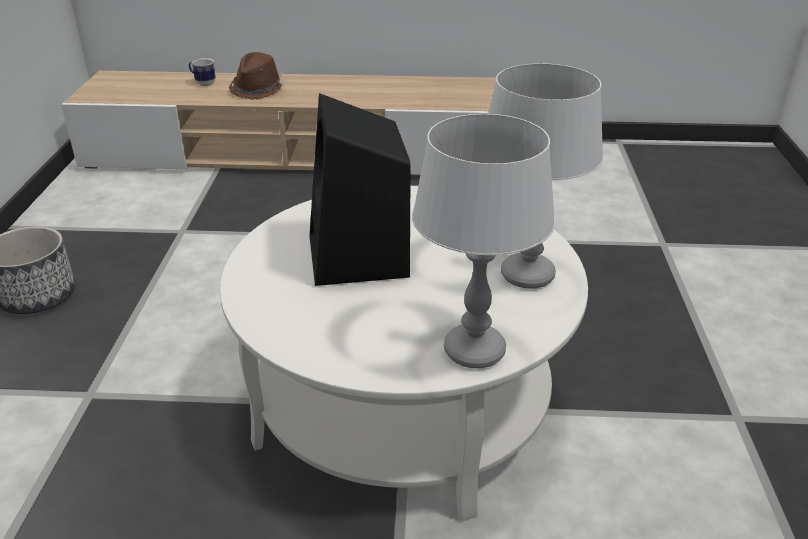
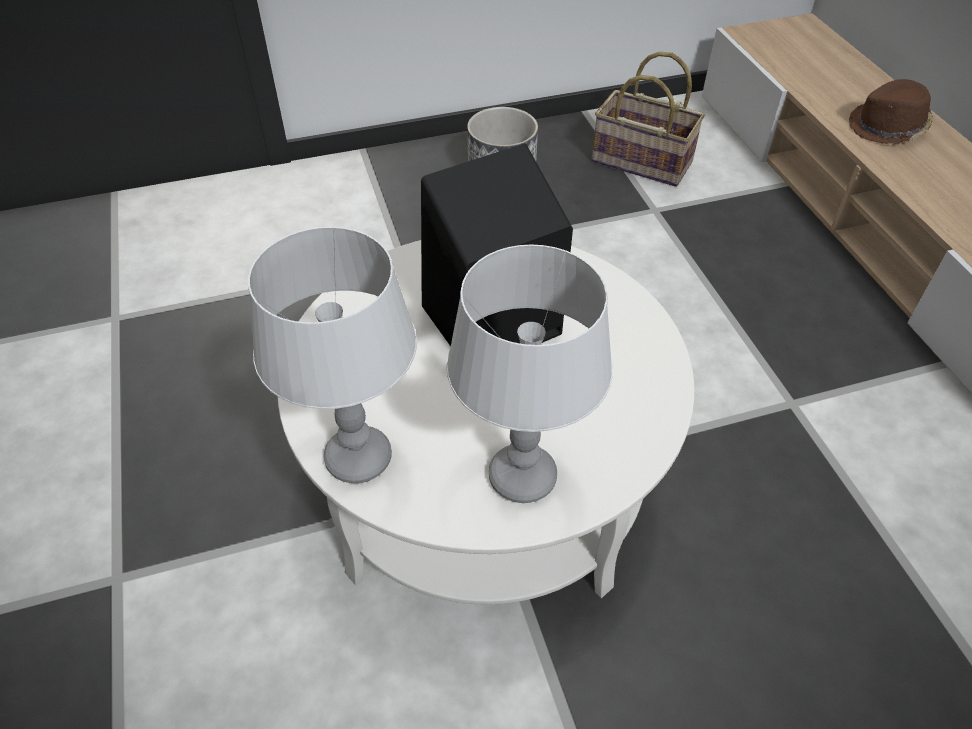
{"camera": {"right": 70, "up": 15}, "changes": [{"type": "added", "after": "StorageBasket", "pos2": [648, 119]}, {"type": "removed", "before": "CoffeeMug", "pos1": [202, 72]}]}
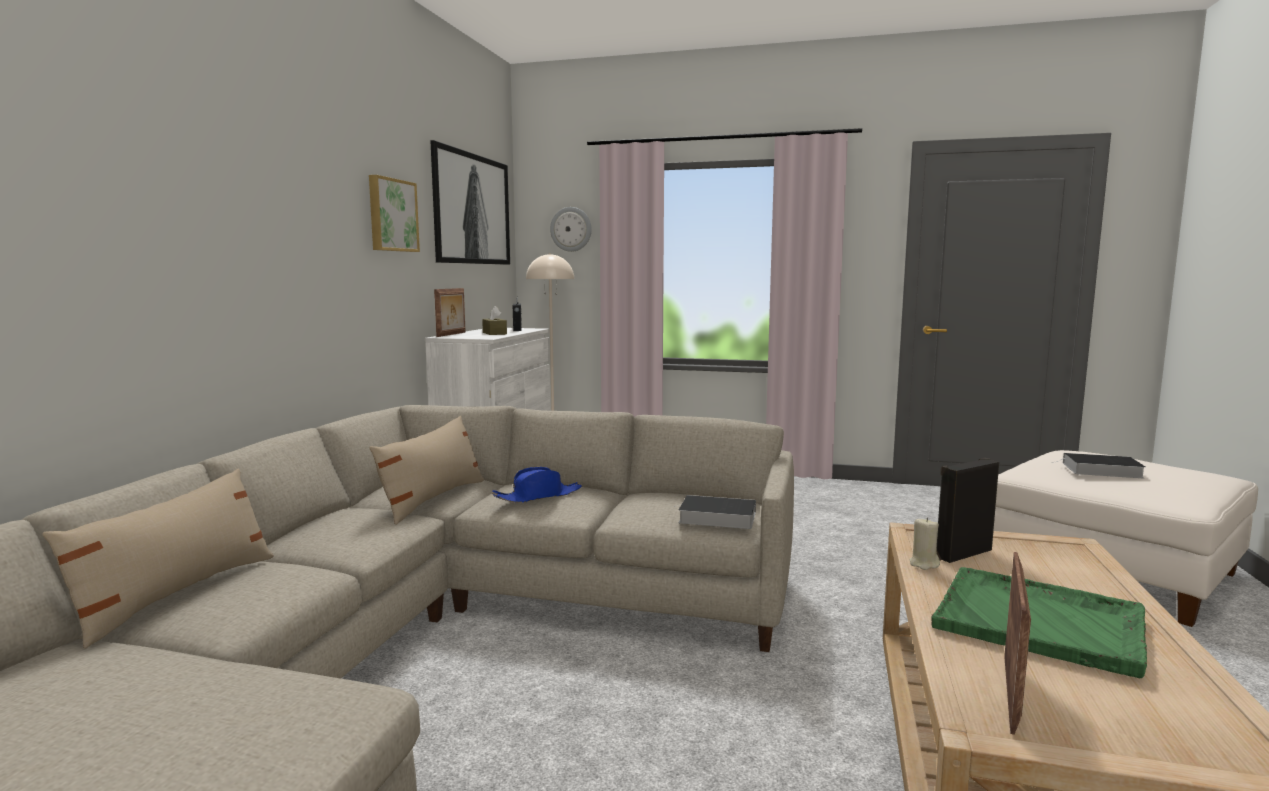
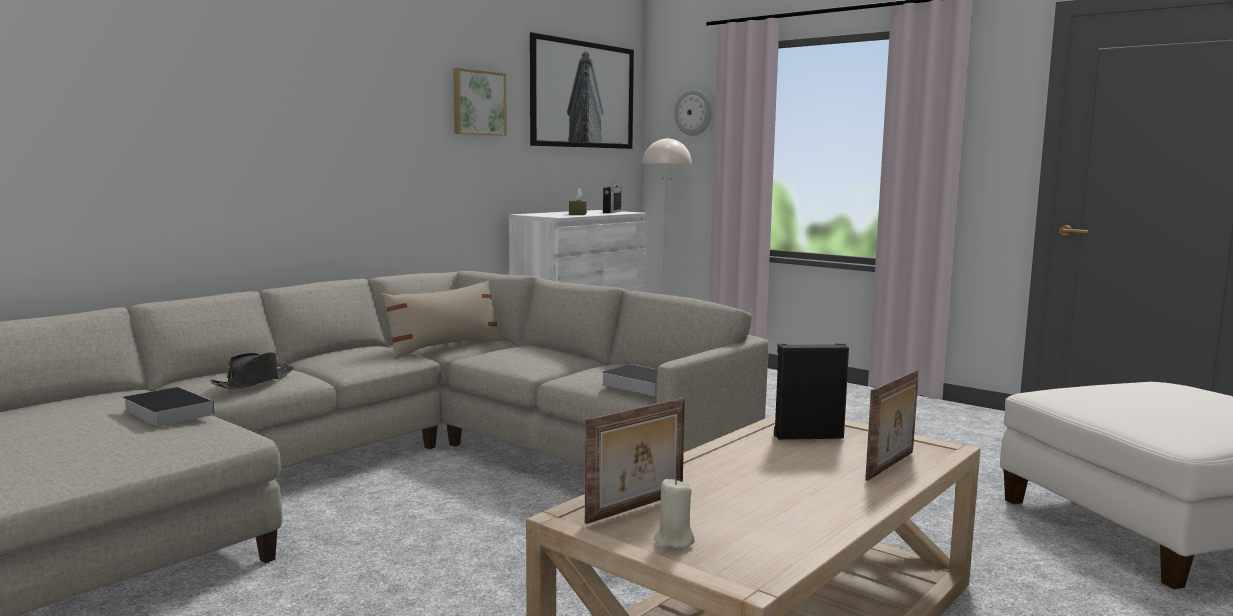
{"camera": {"right": 25, "up": 0}, "changes": [{"type": "moved", "before": "BoundBook", "pos1": [1098, 466], "pos2": [168, 407]}, {"type": "added", "after": "BlackColouredHat", "pos2": [252, 370]}, {"type": "moved", "before": "BeigeColouredCandle", "pos1": [924, 544], "pos2": [674, 513]}, {"type": "moved", "before": "PictureFrame", "pos1": [450, 312], "pos2": [891, 425]}, {"type": "removed", "before": "BeigeColouredCushion", "pos1": [158, 558]}, {"type": "removed", "before": "BlueColouredHat", "pos1": [537, 485]}, {"type": "removed", "before": "GreenishCarryingTray", "pos1": [1039, 623]}]}
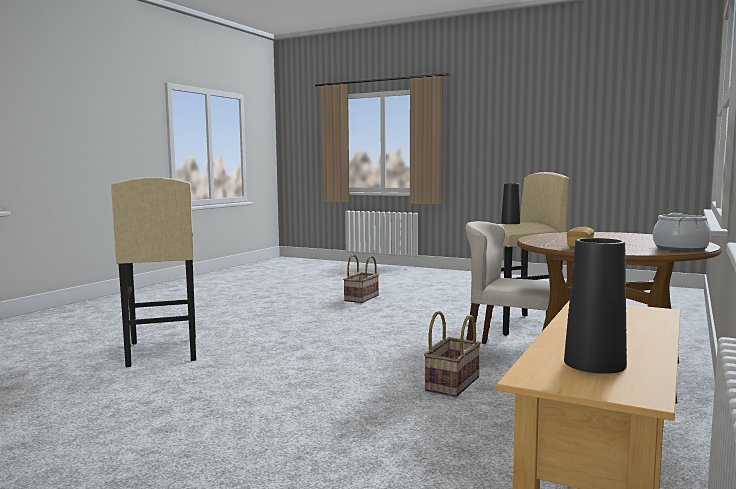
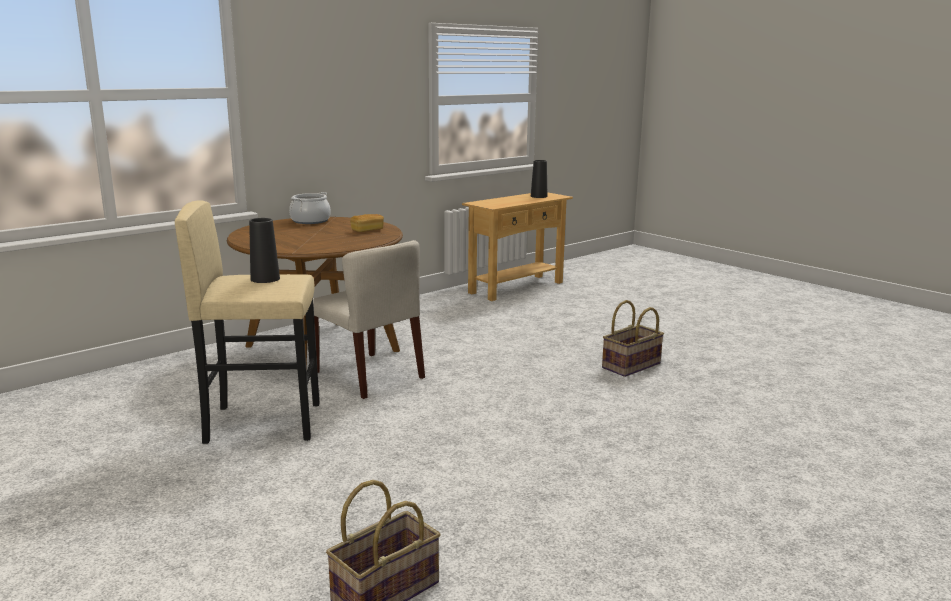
{"camera": {"right": -160, "up": 10}, "changes": [{"type": "moved", "before": "StorageBasket", "pos1": [452, 354], "pos2": [633, 338]}, {"type": "removed", "before": "BeigeColouredSittingStool", "pos1": [153, 272]}]}
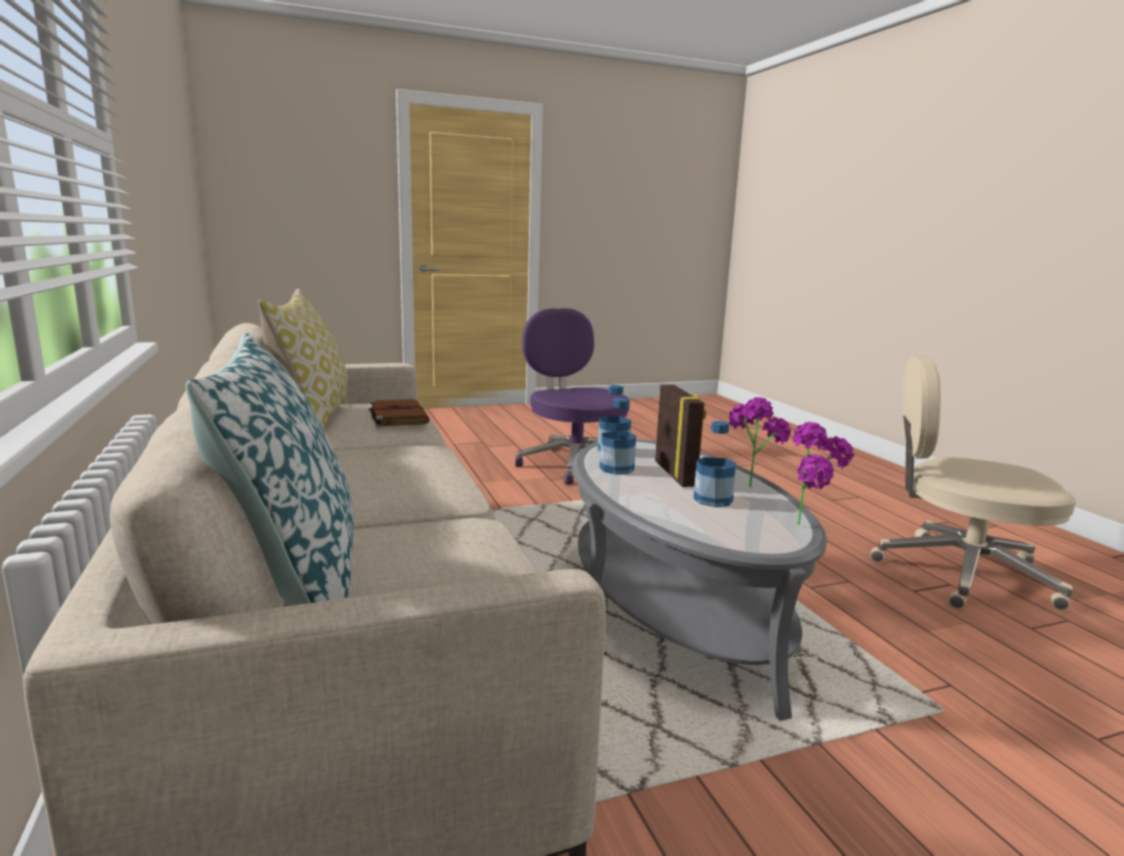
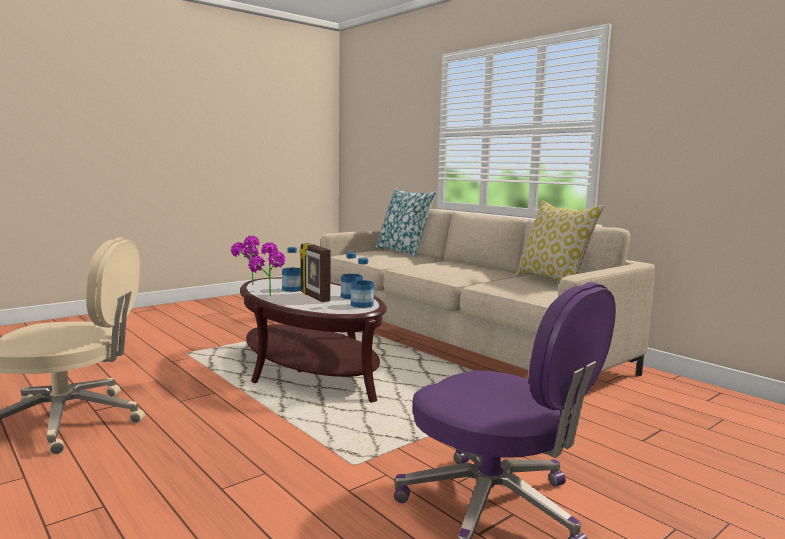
{"camera": {"right": 160, "up": -5}, "changes": [{"type": "recoloured", "before": "GreyishLoungeTable", "after": "BrownishLoungeTable", "pos1": [700, 580], "pos2": [313, 340]}, {"type": "removed", "before": "BrownishBoundBook", "pos1": [399, 413]}]}
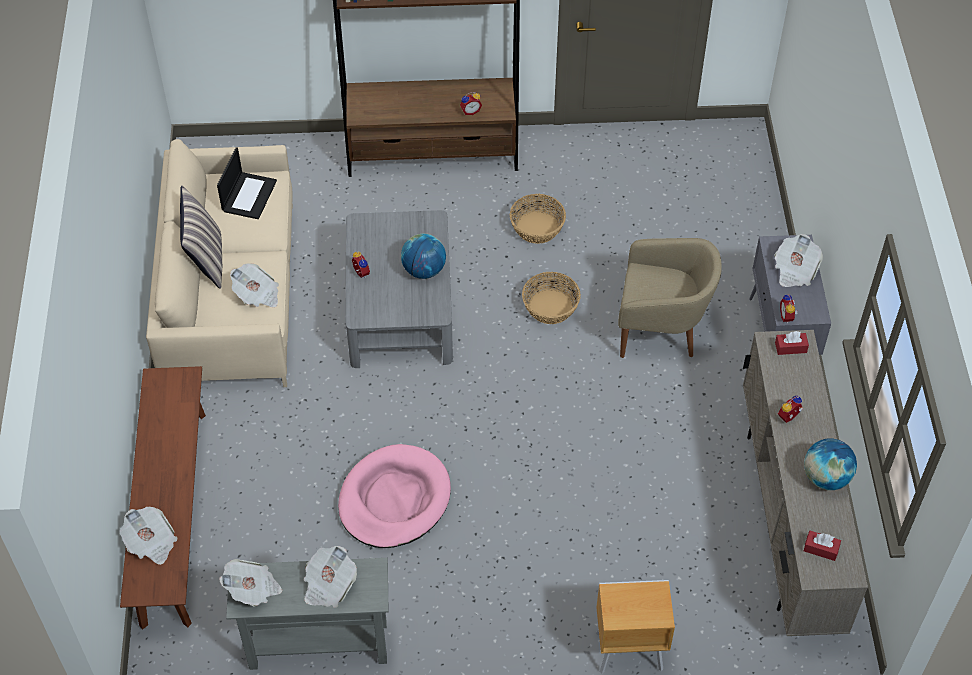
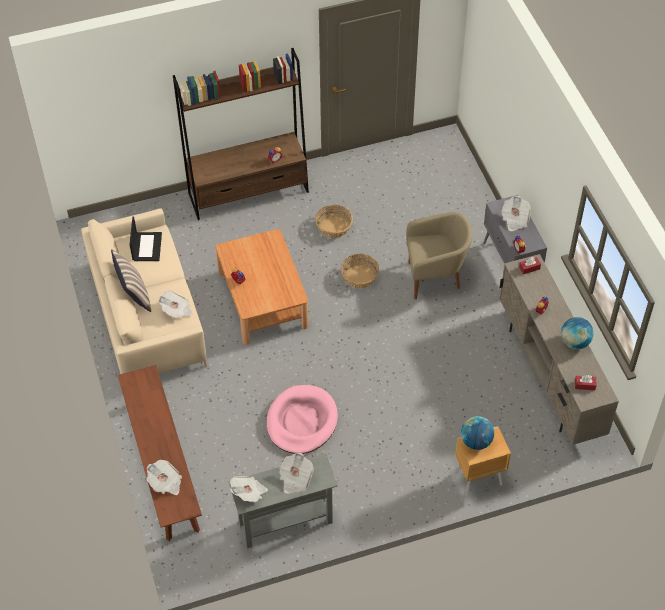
{"camera": {"right": -15, "up": 0}, "changes": [{"type": "recoloured", "before": "GreyishLoungeTable", "after": "BrownishLoungeTable", "pos1": [399, 289], "pos2": [262, 287]}, {"type": "moved", "before": "DeskGlobe", "pos1": [423, 256], "pos2": [477, 433]}]}
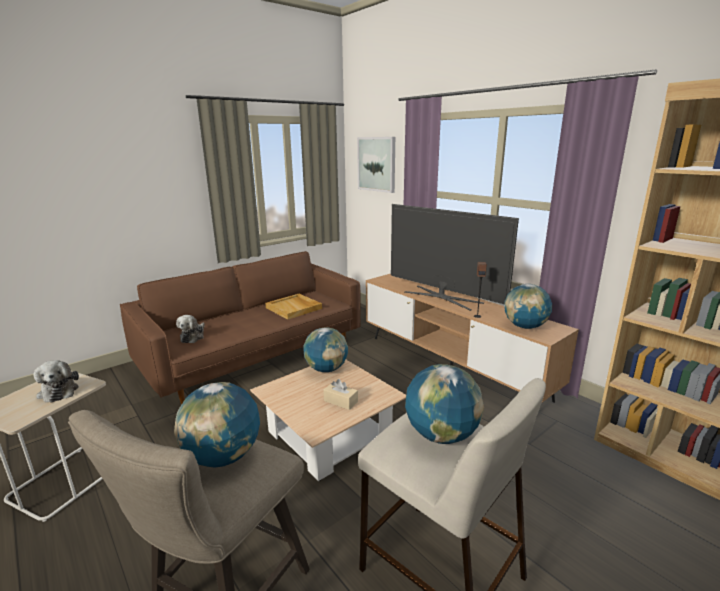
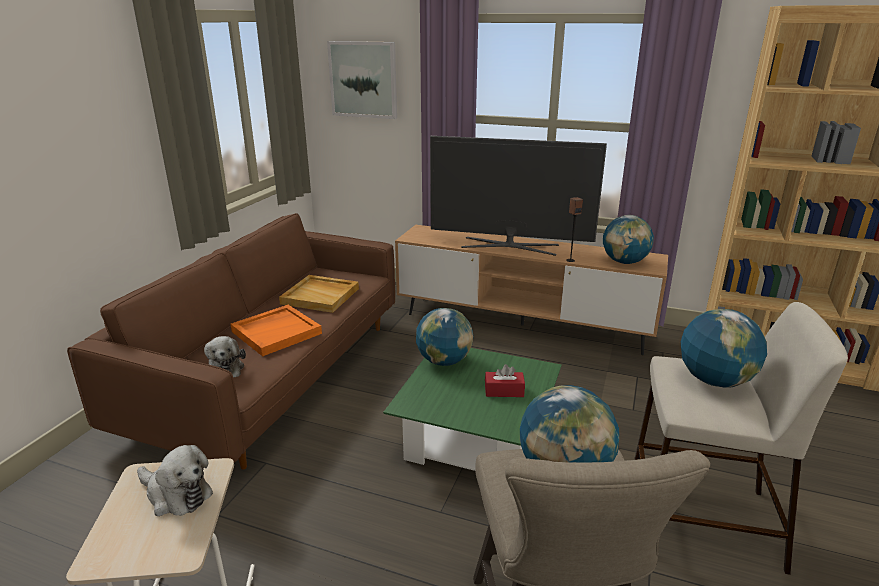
{"camera": {"right": -30, "up": 5}, "changes": [{"type": "added", "after": "OrangeyCarryingTray", "pos2": [276, 330]}, {"type": "recoloured", "before": "BeigeColouredLoungeTable", "after": "GreenishLoungeTable", "pos1": [328, 420], "pos2": [472, 409]}, {"type": "recoloured", "before": "BeigeColouredBoxOfTissues", "after": "ReddishBoxOfTissues", "pos1": [341, 394], "pos2": [505, 380]}]}
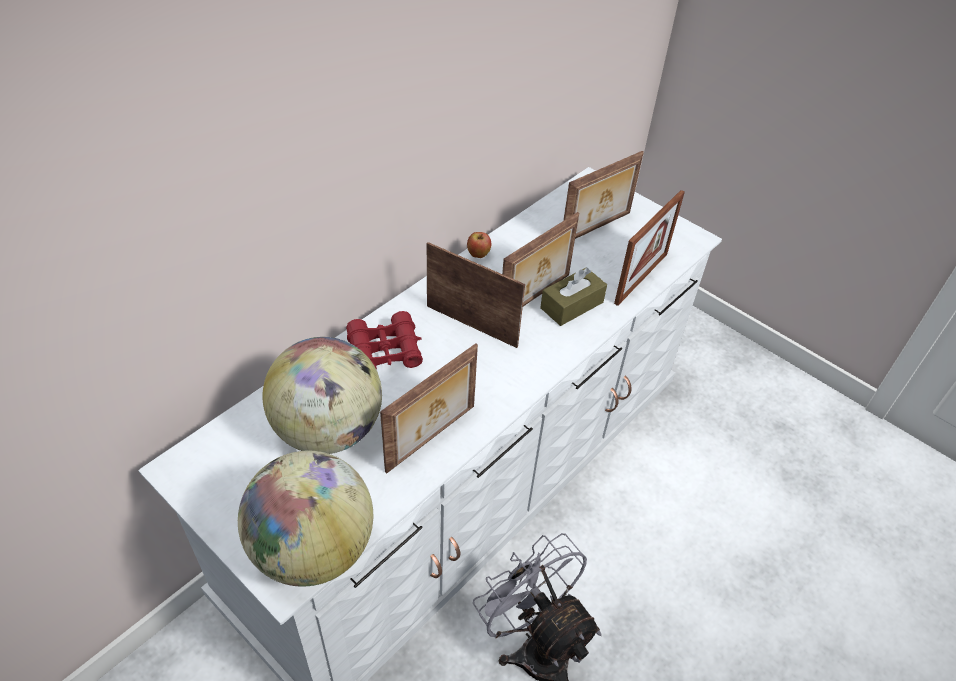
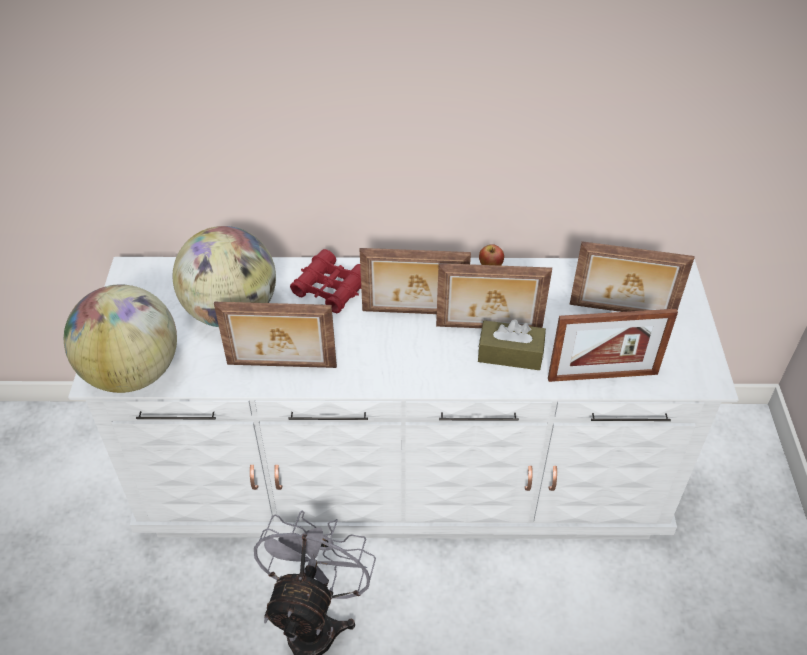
{"camera": {"right": 50, "up": 0}, "changes": [{"type": "turned", "before": "PictureFrame", "pos1": [476, 295], "pos2": [415, 281], "turn": 105}]}
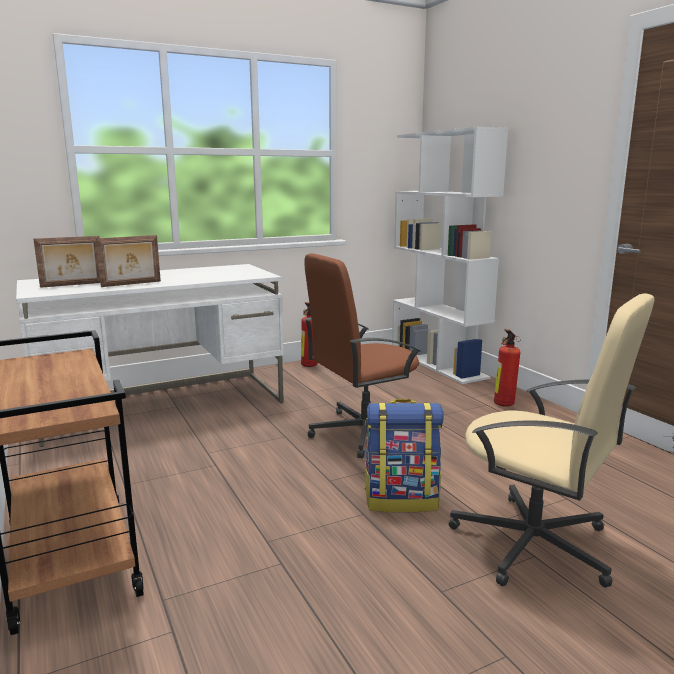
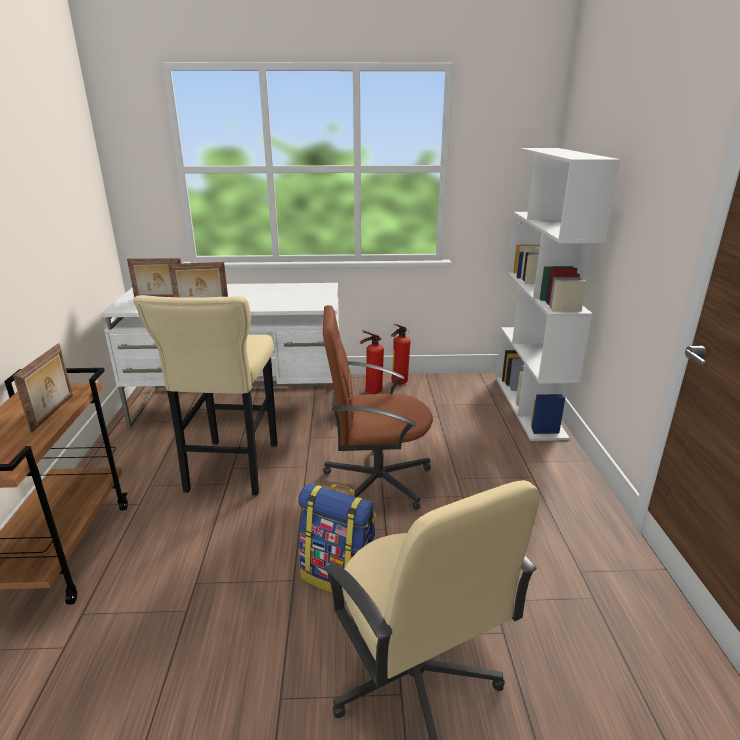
{"camera": {"right": 25, "up": 10}, "changes": [{"type": "added", "after": "PictureFrame", "pos2": [43, 388]}, {"type": "added", "after": "BeigeColouredSittingStool", "pos2": [205, 395]}, {"type": "moved", "before": "FireFightingCylinder", "pos1": [507, 368], "pos2": [372, 362]}]}
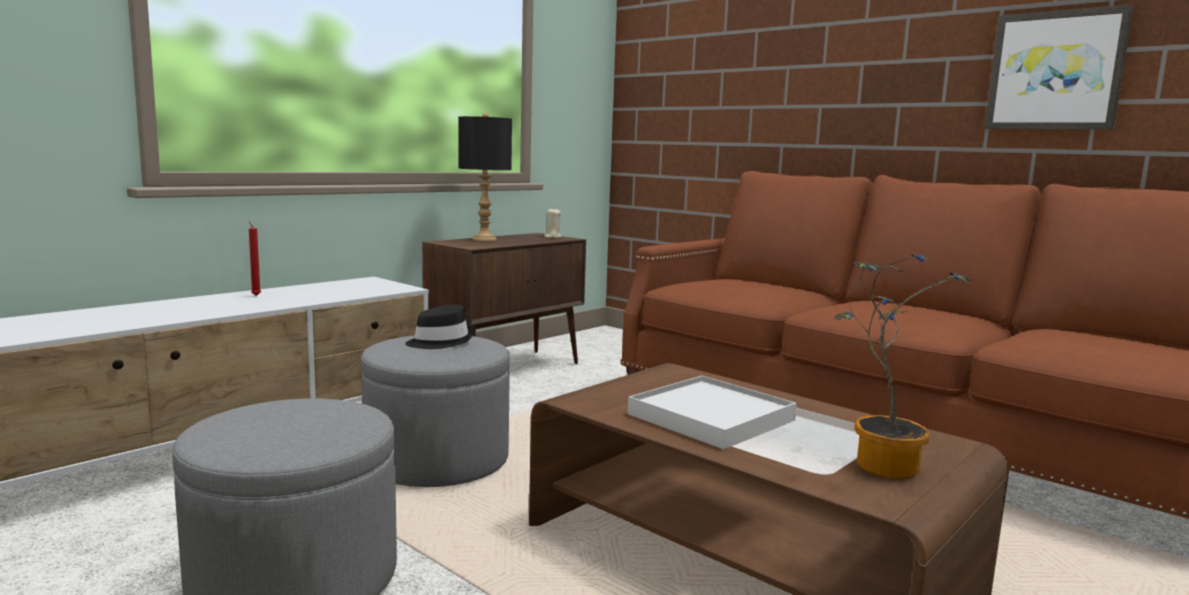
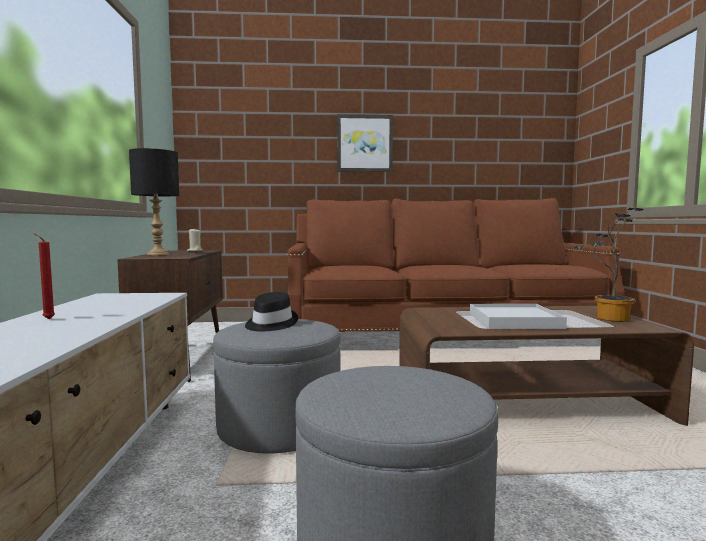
{"camera": {"right": -45, "up": -5}, "changes": [{"type": "moved", "before": "WallPicture", "pos1": [1059, 67], "pos2": [365, 143]}]}
